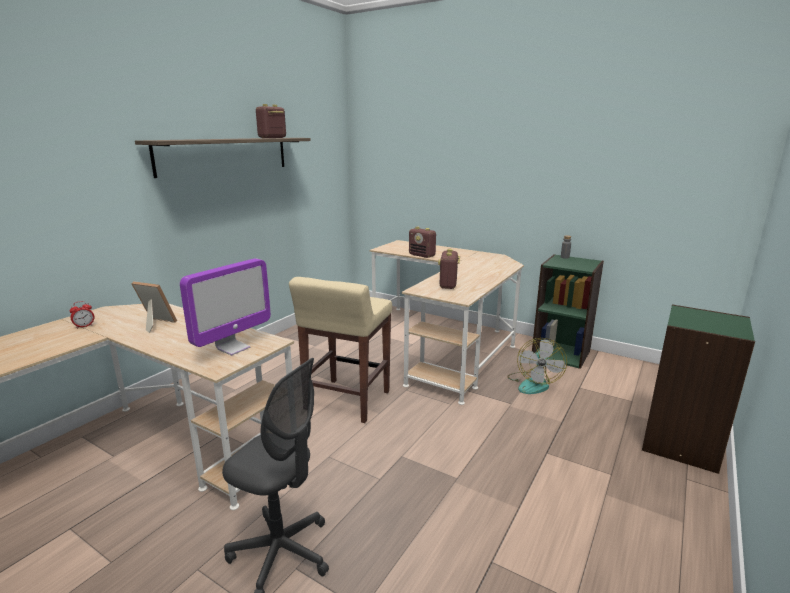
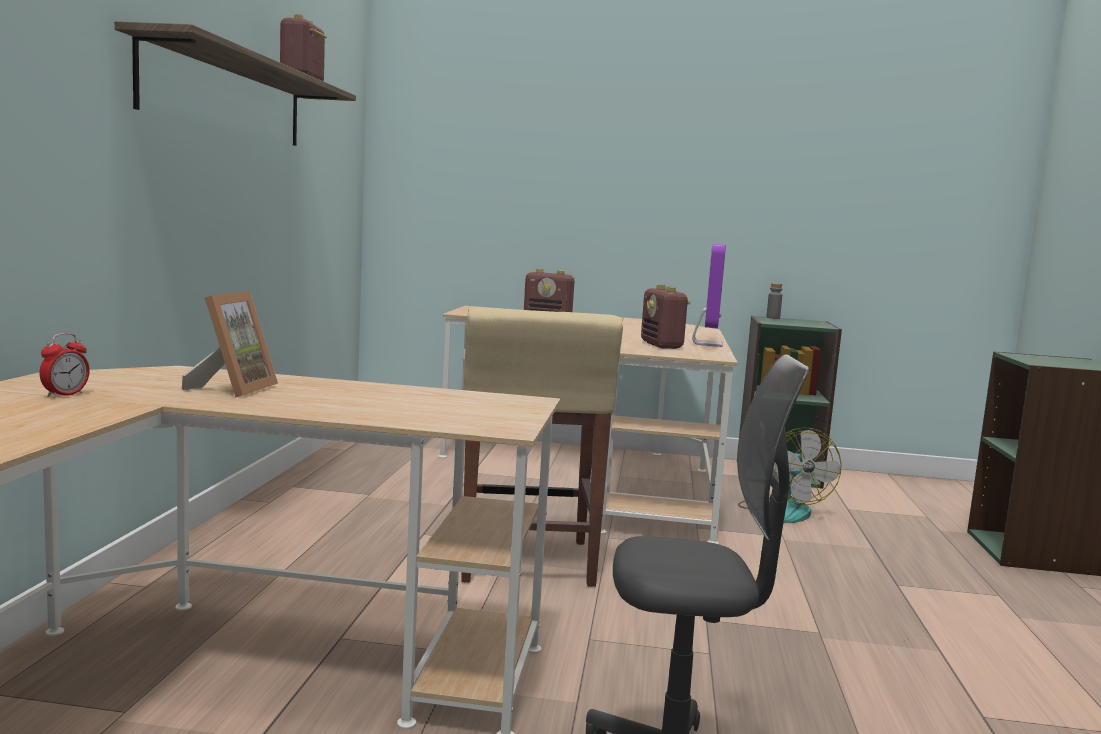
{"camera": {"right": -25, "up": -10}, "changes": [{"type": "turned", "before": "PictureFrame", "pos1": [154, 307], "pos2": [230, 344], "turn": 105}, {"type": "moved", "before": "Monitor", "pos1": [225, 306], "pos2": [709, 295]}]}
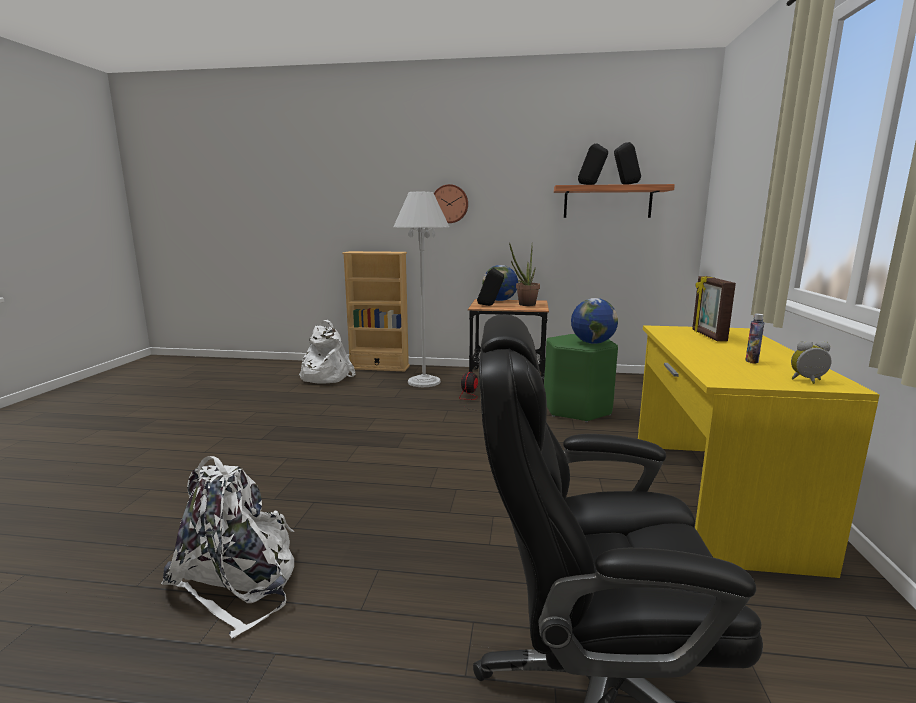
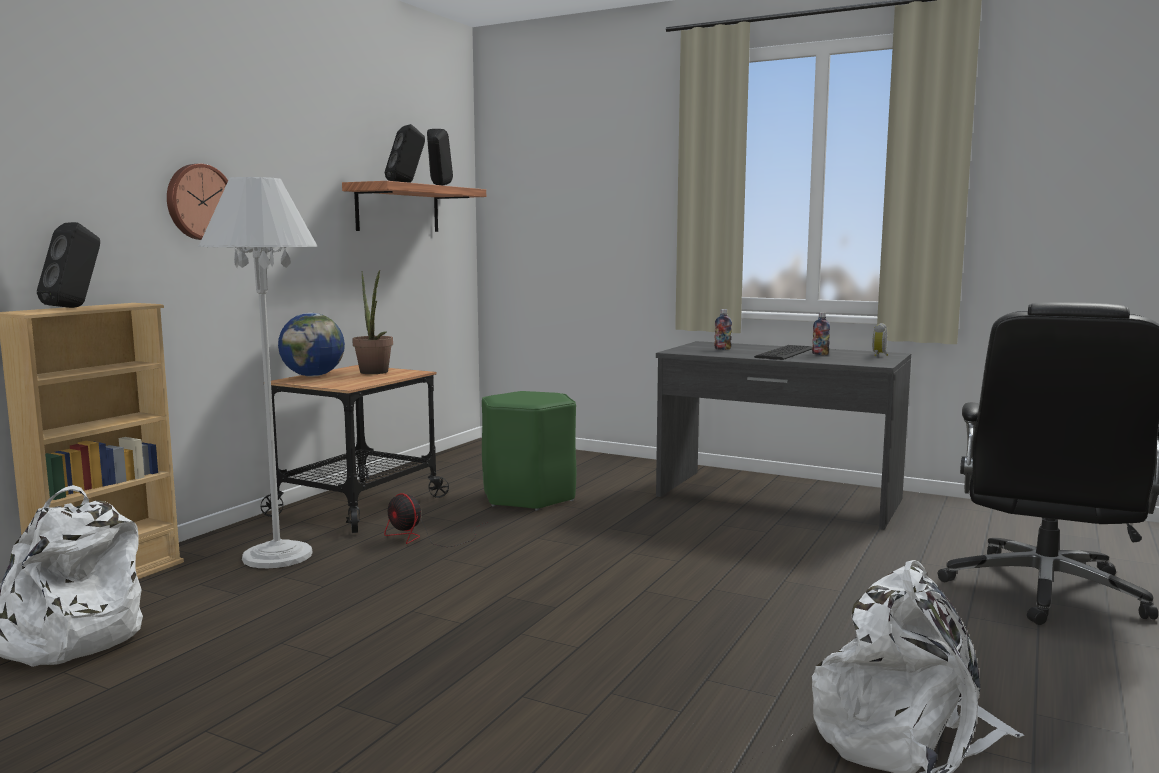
{"camera": {"right": -70, "up": -5}, "changes": [{"type": "moved", "before": "BlackColouredSpeaker", "pos1": [490, 287], "pos2": [68, 265]}, {"type": "recoloured", "before": "YellowDeskUnit", "after": "GreyishDeskUnit", "pos1": [759, 451], "pos2": [783, 435]}, {"type": "replaced", "before": "PictureFrame", "after": "DrinkBottle", "pos1": [714, 309], "pos2": [723, 329]}, {"type": "added", "after": "PcKeyboard", "pos2": [783, 352]}, {"type": "removed", "before": "DeskGlobe", "pos1": [594, 321]}]}
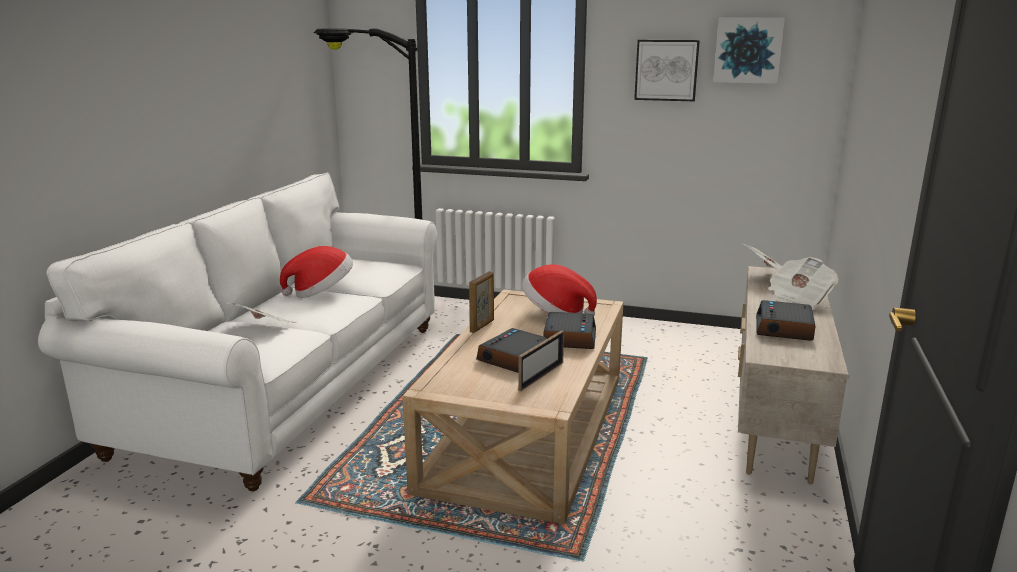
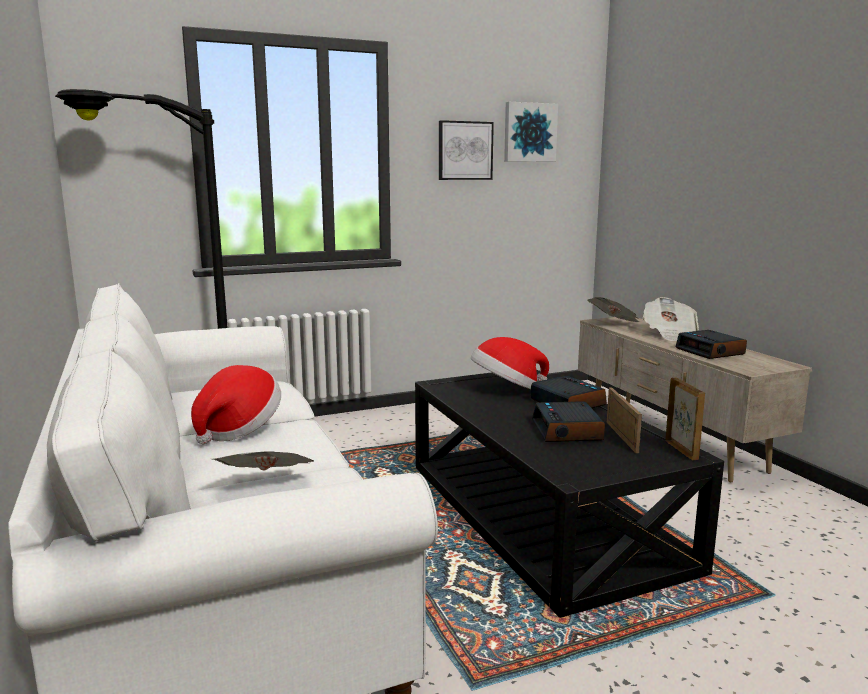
{"camera": {"right": -40, "up": -5}, "changes": [{"type": "recoloured", "before": "BeigeColouredLoungeTable", "after": "BlackColouredLoungeTable", "pos1": [513, 406], "pos2": [569, 493]}, {"type": "moved", "before": "PictureFrame", "pos1": [481, 302], "pos2": [685, 418]}]}
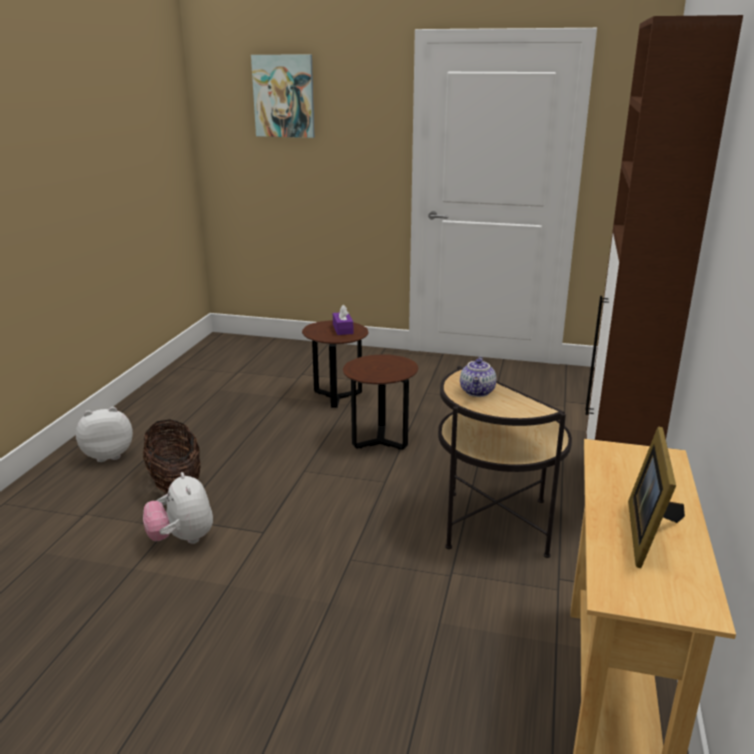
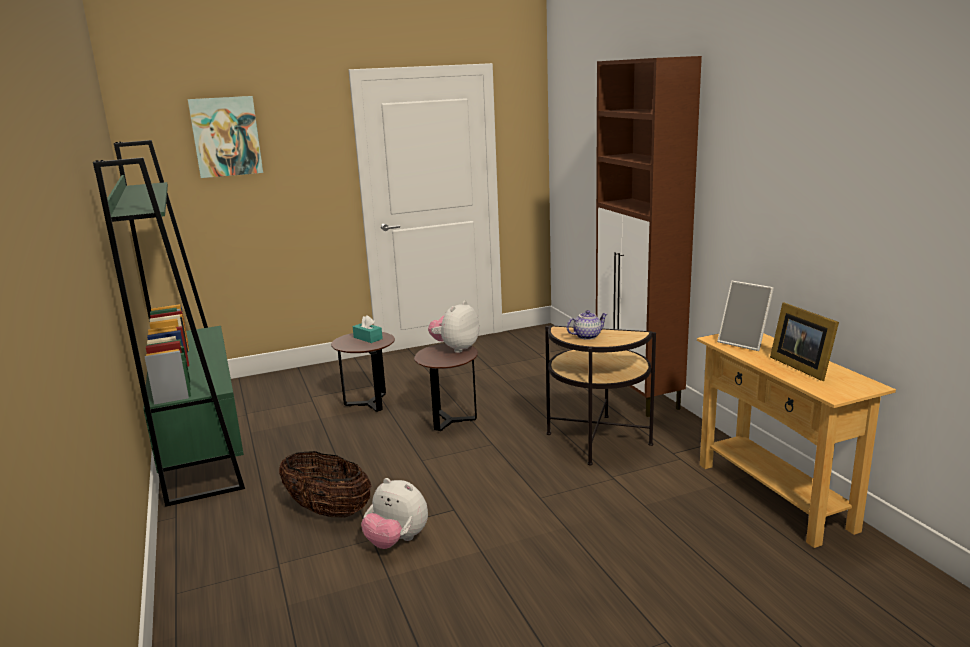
{"camera": {"right": -35, "up": -5}, "changes": [{"type": "added", "after": "GreenishShelvingUnit", "pos2": [169, 323]}, {"type": "recoloured", "before": "PurplishBoxOfTissues", "after": "TurquoiseColouredBoxOfTissues", "pos1": [343, 320], "pos2": [368, 329]}, {"type": "moved", "before": "SoftToy", "pos1": [104, 434], "pos2": [453, 327]}, {"type": "turned", "before": "PotForTea", "pos1": [478, 377], "pos2": [587, 325], "turn": -90}, {"type": "added", "after": "PictureFrame", "pos2": [745, 316]}]}
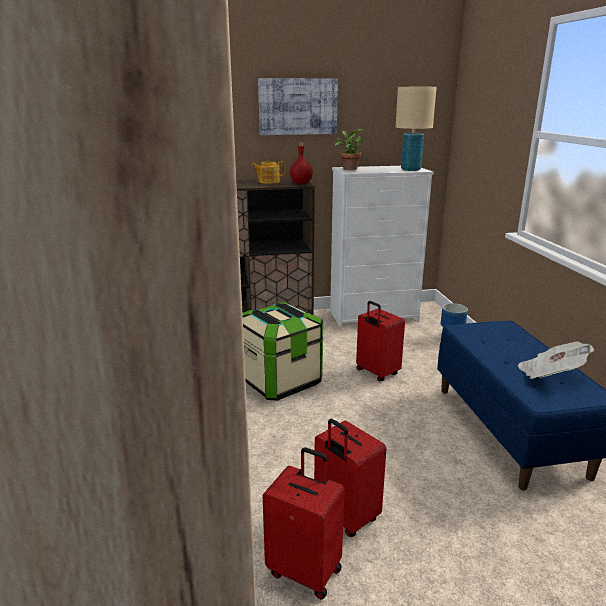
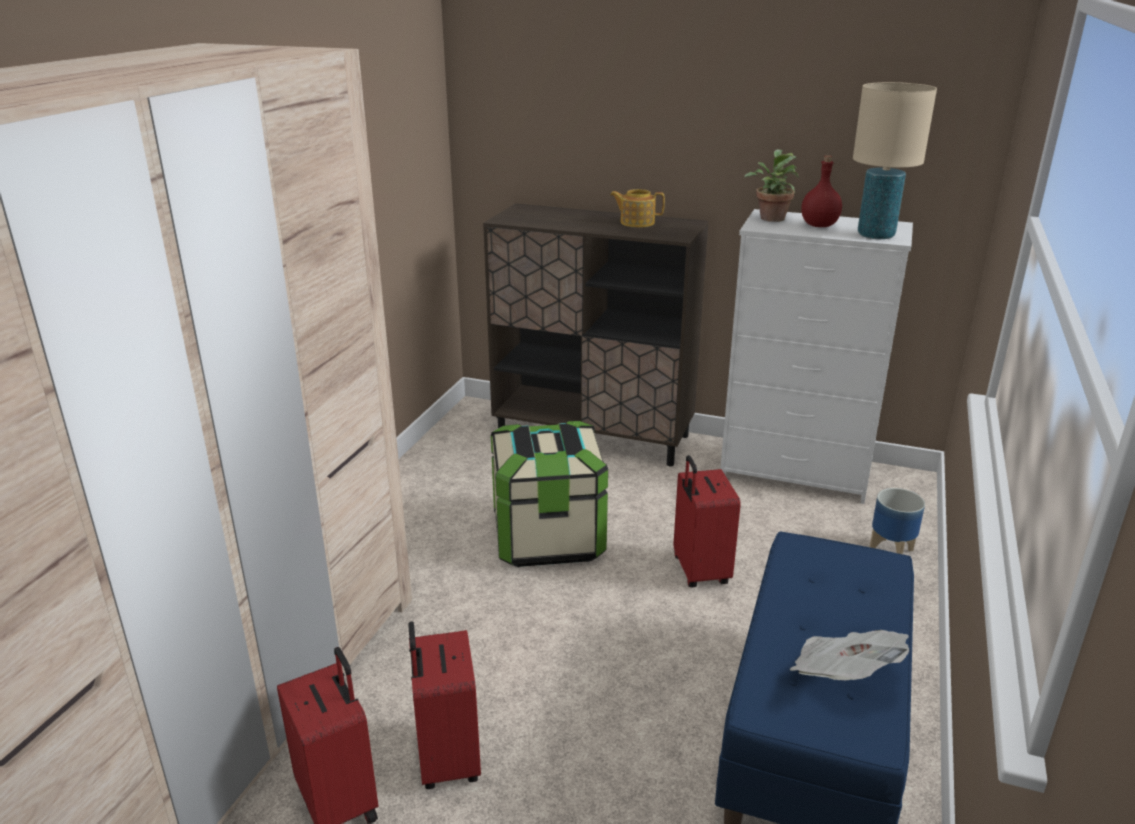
{"camera": {"right": 30, "up": 5}, "changes": [{"type": "moved", "before": "ReddishDrinkBottle", "pos1": [301, 163], "pos2": [821, 191]}, {"type": "removed", "before": "WallPicture", "pos1": [298, 106]}]}
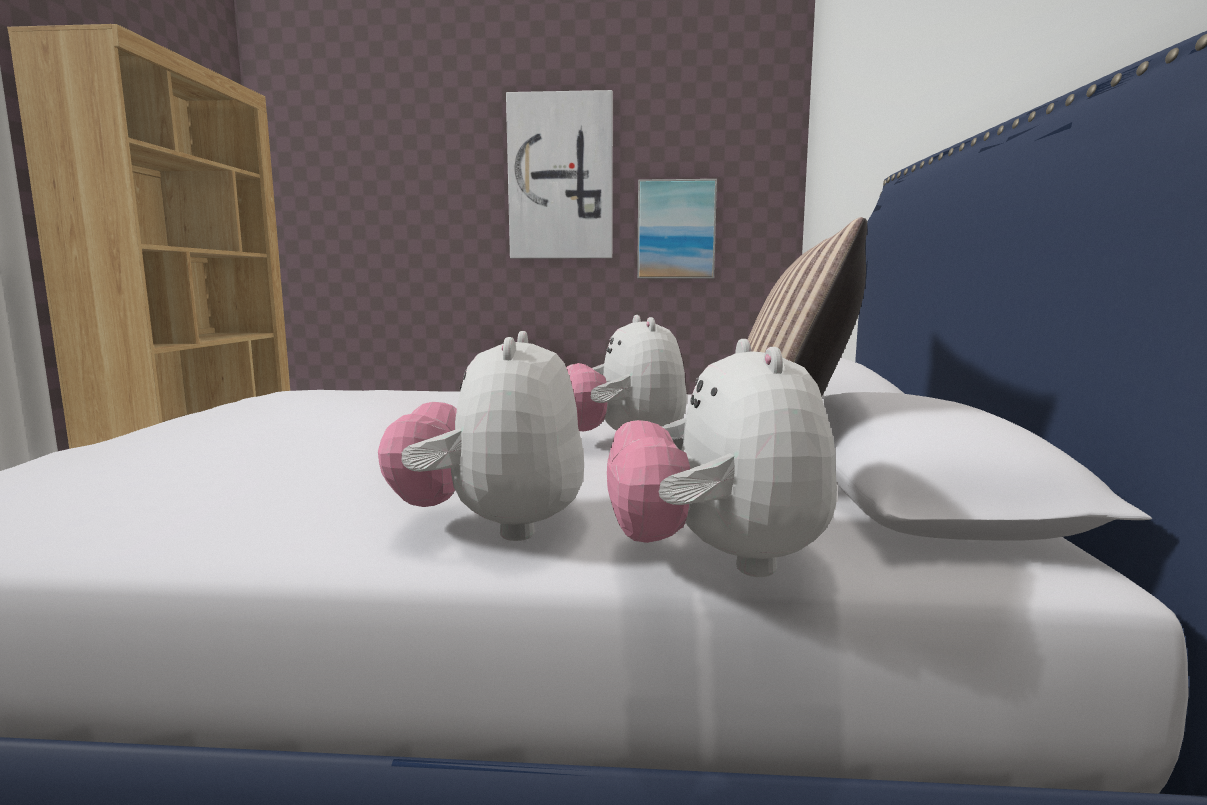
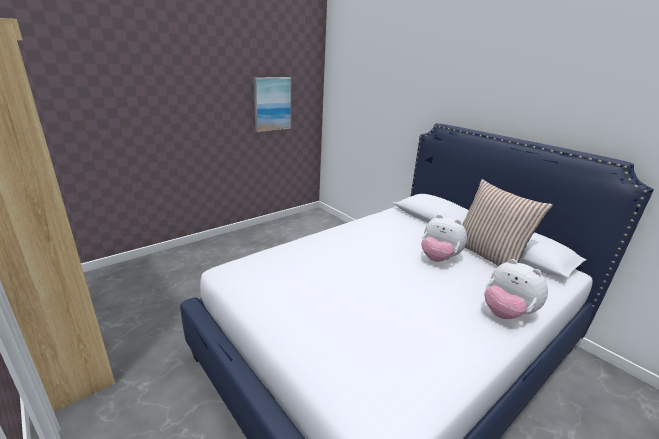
{"camera": {"right": -45, "up": 15}, "changes": [{"type": "removed", "before": "WallPicture", "pos1": [559, 174]}, {"type": "removed", "before": "SoftToy", "pos1": [722, 458]}]}
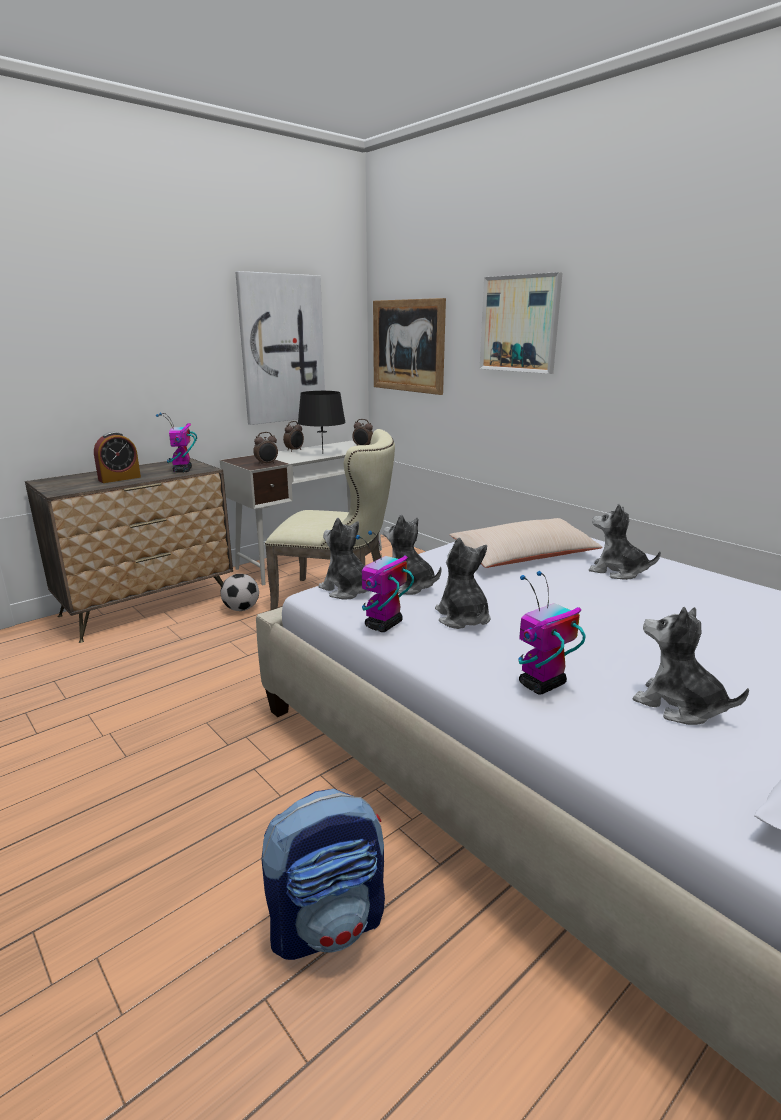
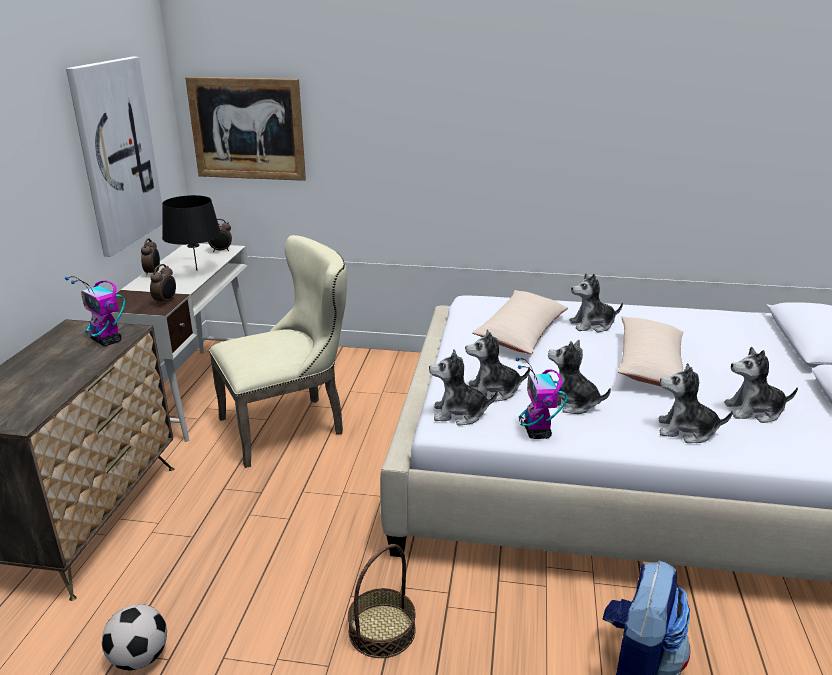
{"camera": {"right": -40, "up": 5}, "changes": [{"type": "moved", "before": "Football", "pos1": [239, 592], "pos2": [134, 637]}, {"type": "added", "after": "StorageBasket", "pos2": [382, 601]}, {"type": "added", "after": "BeigeColouredCushion", "pos2": [650, 352]}, {"type": "replaced", "before": "ToyRobot", "after": "SoftToy", "pos1": [552, 633], "pos2": [696, 403]}, {"type": "removed", "before": "TableClock", "pos1": [117, 457]}, {"type": "removed", "before": "WallPicture", "pos1": [521, 323]}]}
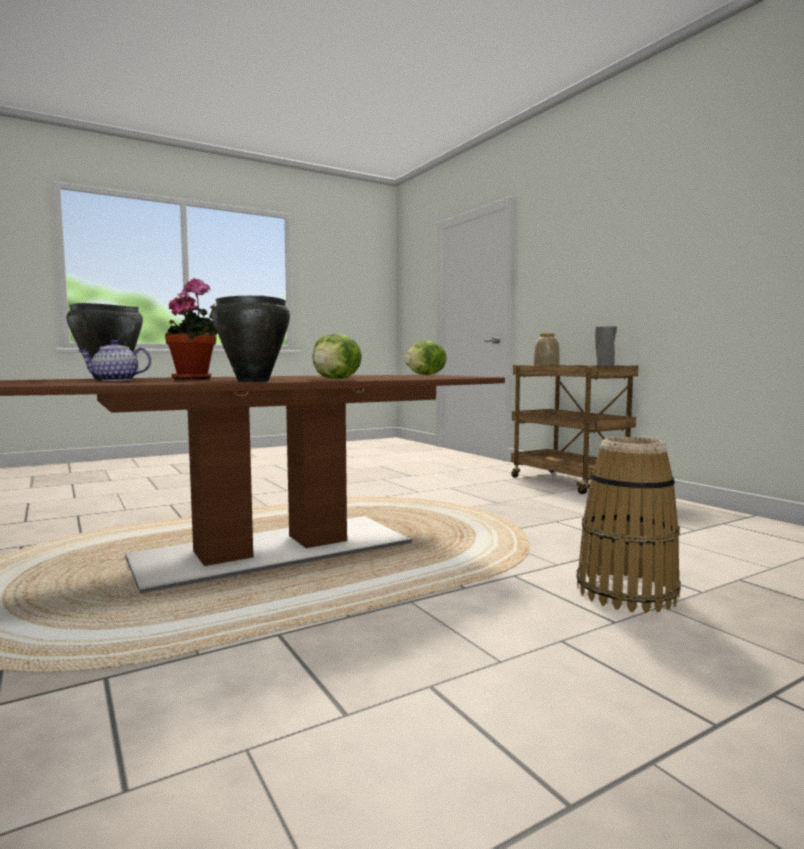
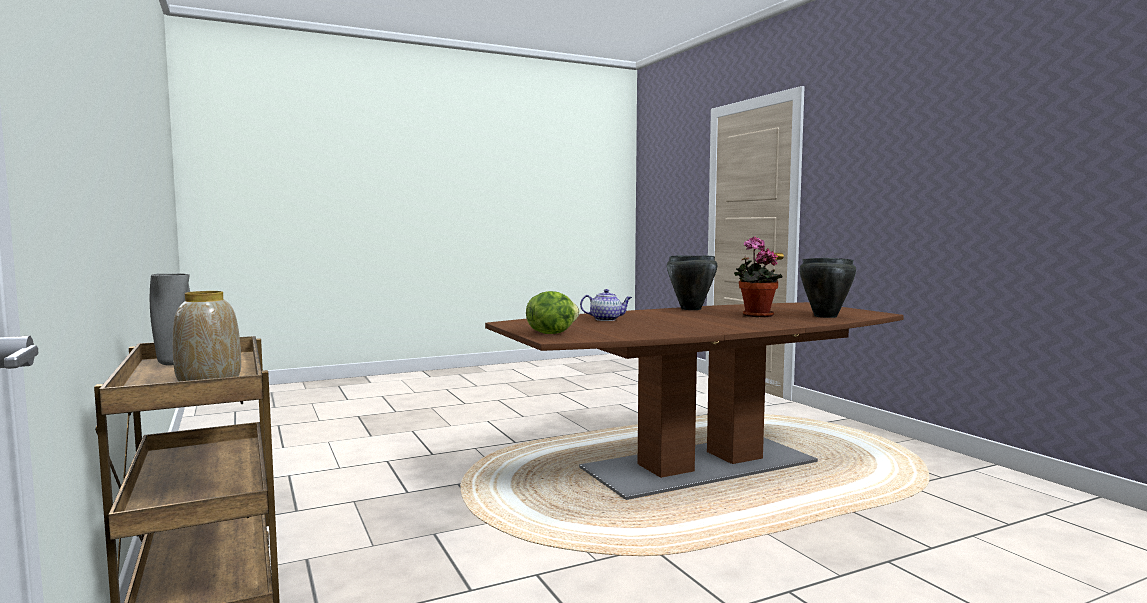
{"camera": {"right": -175, "up": 0}, "changes": [{"type": "moved", "before": "PotForTea", "pos1": [115, 360], "pos2": [606, 305]}, {"type": "removed", "before": "HeadOfLettuce", "pos1": [337, 356]}, {"type": "removed", "before": "StorageBasket", "pos1": [629, 525]}]}
